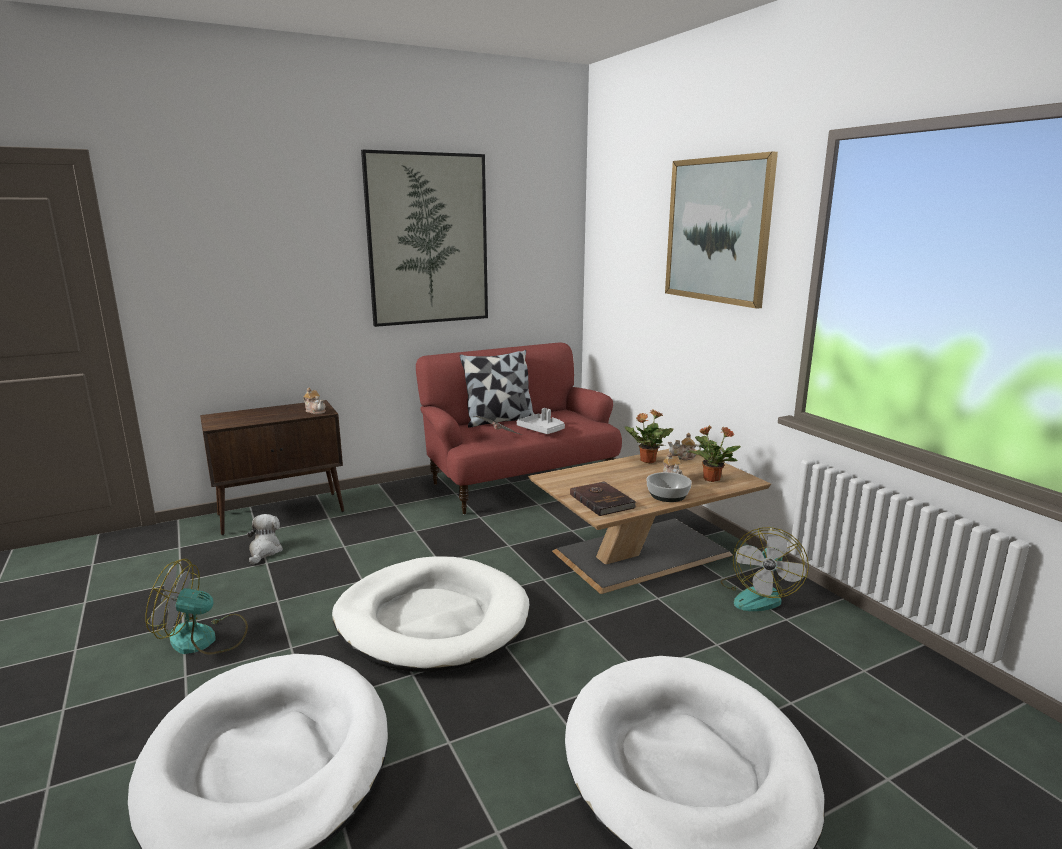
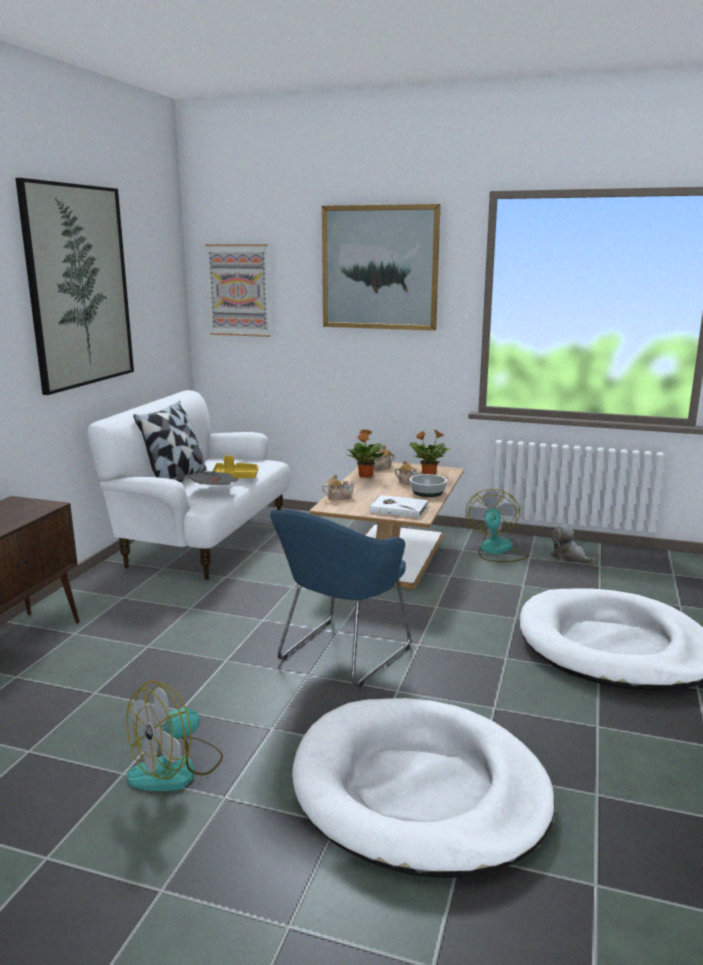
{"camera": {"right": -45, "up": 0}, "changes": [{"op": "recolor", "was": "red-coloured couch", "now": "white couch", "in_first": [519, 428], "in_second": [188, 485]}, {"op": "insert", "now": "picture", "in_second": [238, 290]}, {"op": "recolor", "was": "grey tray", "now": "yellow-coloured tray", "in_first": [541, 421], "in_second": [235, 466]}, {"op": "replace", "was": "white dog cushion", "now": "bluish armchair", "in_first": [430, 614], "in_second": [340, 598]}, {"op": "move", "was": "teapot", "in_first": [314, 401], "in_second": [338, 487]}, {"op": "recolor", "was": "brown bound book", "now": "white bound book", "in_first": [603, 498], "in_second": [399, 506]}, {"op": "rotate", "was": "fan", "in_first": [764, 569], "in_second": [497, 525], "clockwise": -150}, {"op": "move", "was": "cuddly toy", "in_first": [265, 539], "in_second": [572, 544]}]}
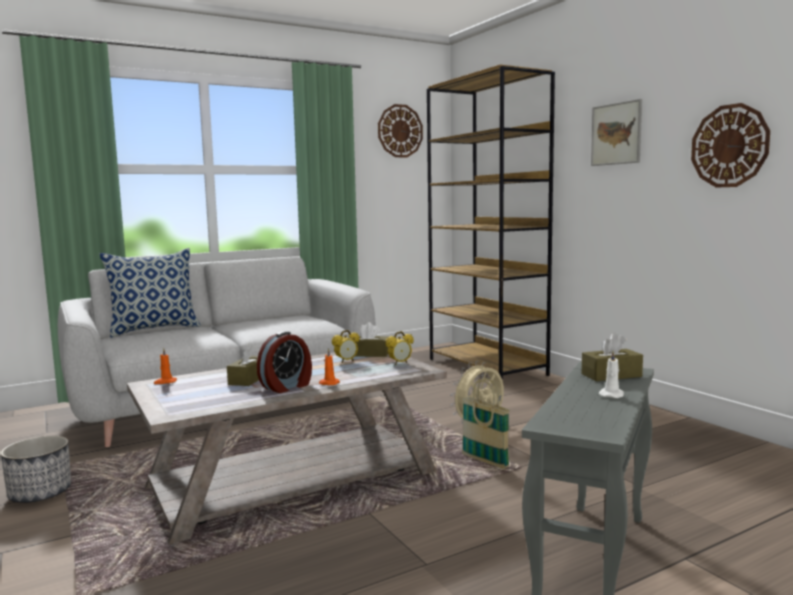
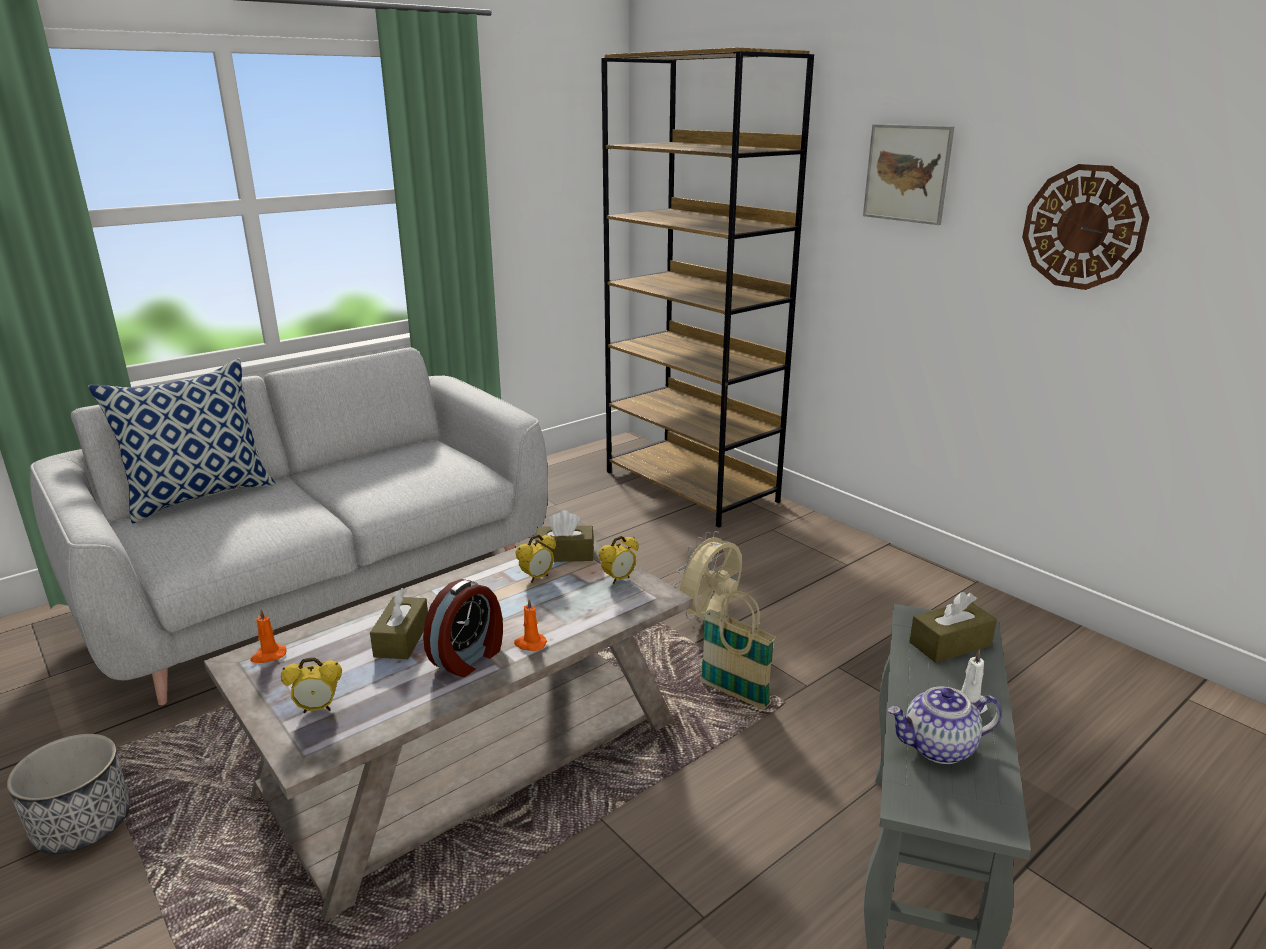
{"camera": {"right": -10, "up": 15}, "changes": [{"op": "insert", "now": "alarm clock", "in_second": [311, 685]}, {"op": "insert", "now": "teapot", "in_second": [944, 725]}, {"op": "delete", "was": "clock on the wall", "in_first": [400, 131]}]}
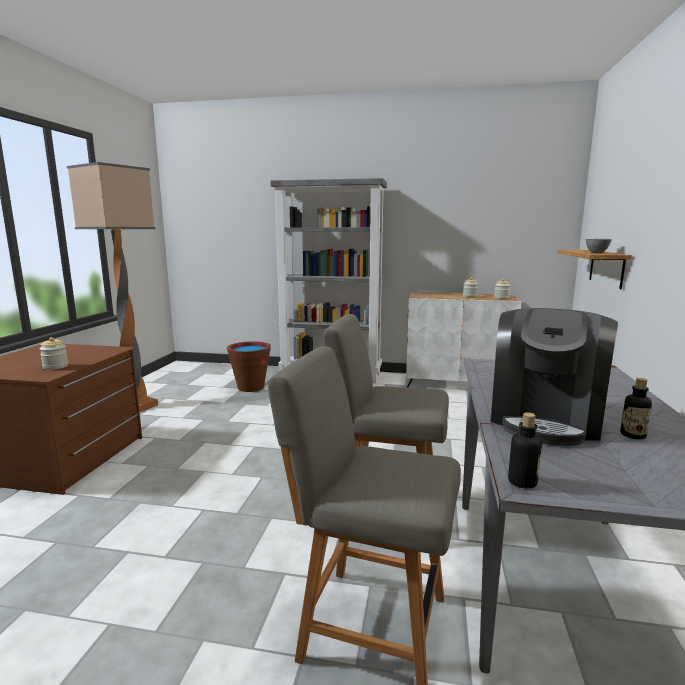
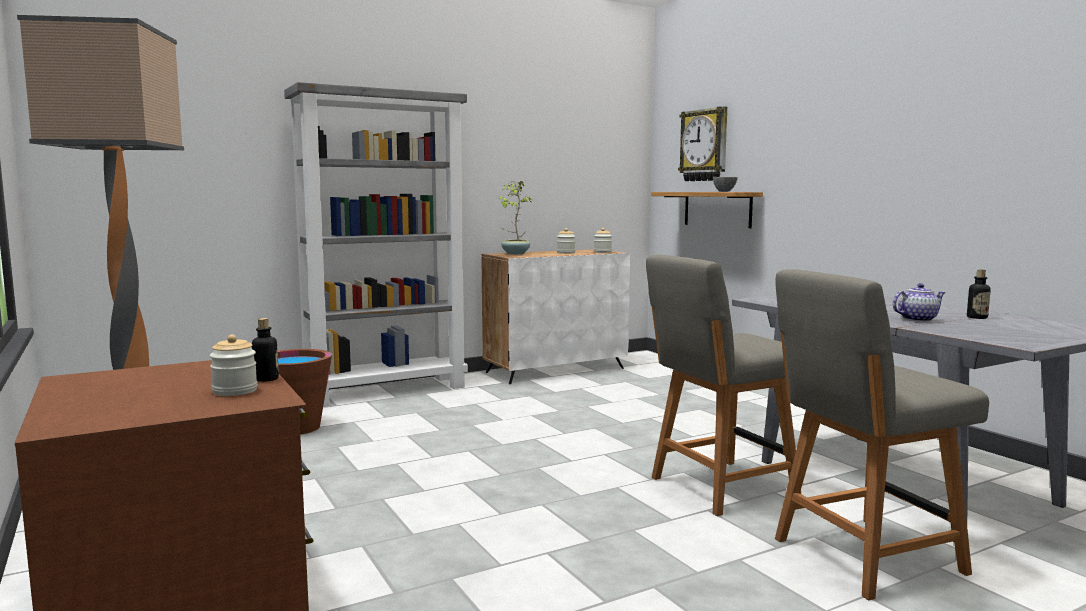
{"camera": {"right": -40, "up": -5}, "changes": [{"op": "move", "was": "bottle", "in_first": [525, 450], "in_second": [265, 350]}, {"op": "insert", "now": "potted plant", "in_second": [516, 218]}, {"op": "insert", "now": "clock on the wall", "in_second": [702, 143]}, {"op": "replace", "was": "coffee brewer", "now": "teapot", "in_first": [554, 377], "in_second": [919, 302]}]}
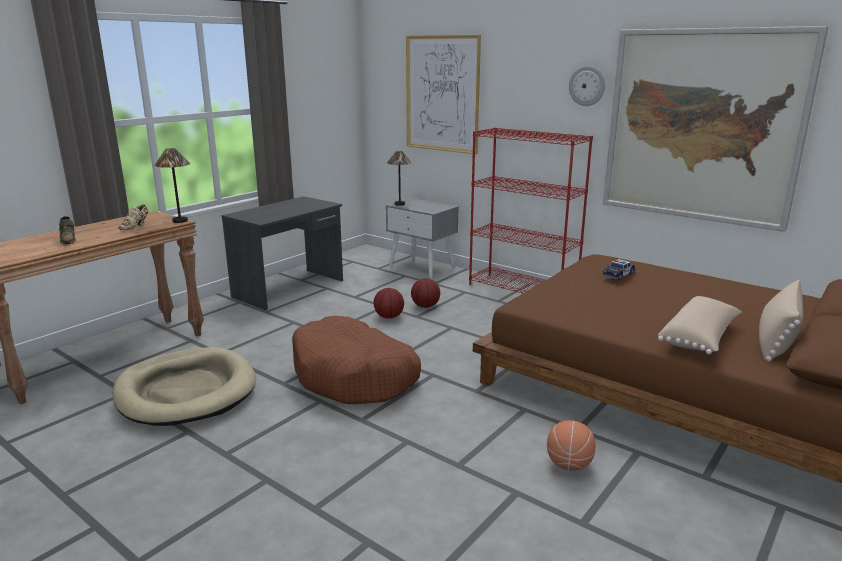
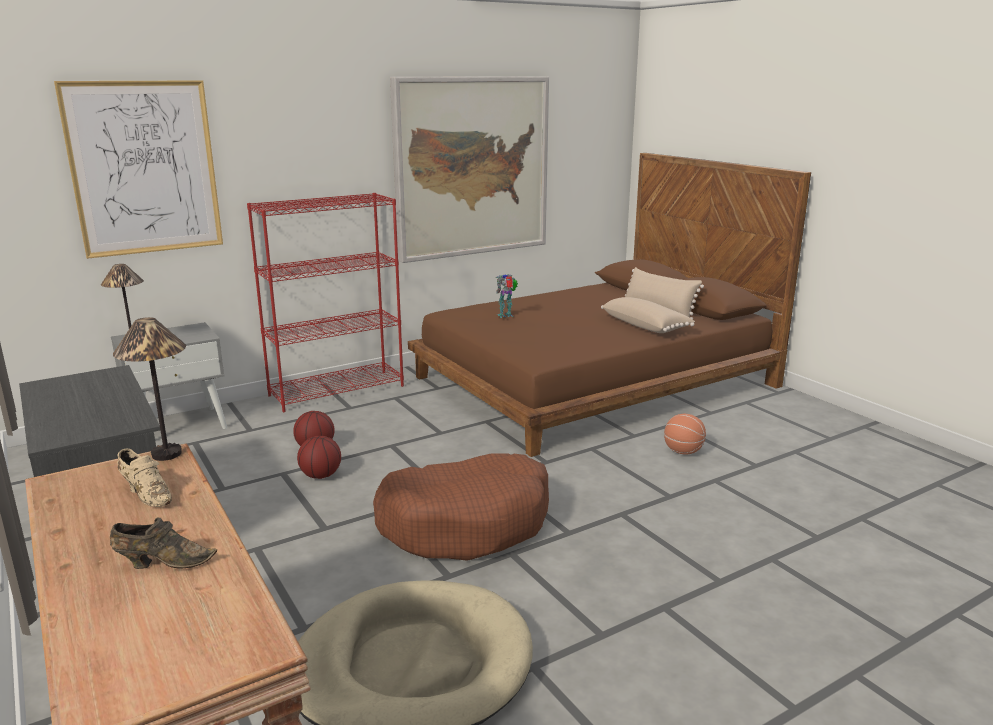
{"camera": {"right": -70, "up": 0}, "changes": [{"op": "replace", "was": "toy car", "now": "toy robot", "in_first": [618, 269], "in_second": [507, 296]}, {"op": "delete", "was": "clock on the wall", "in_first": [587, 86]}]}
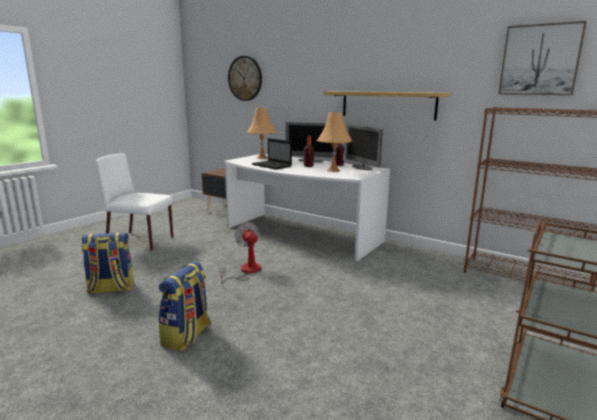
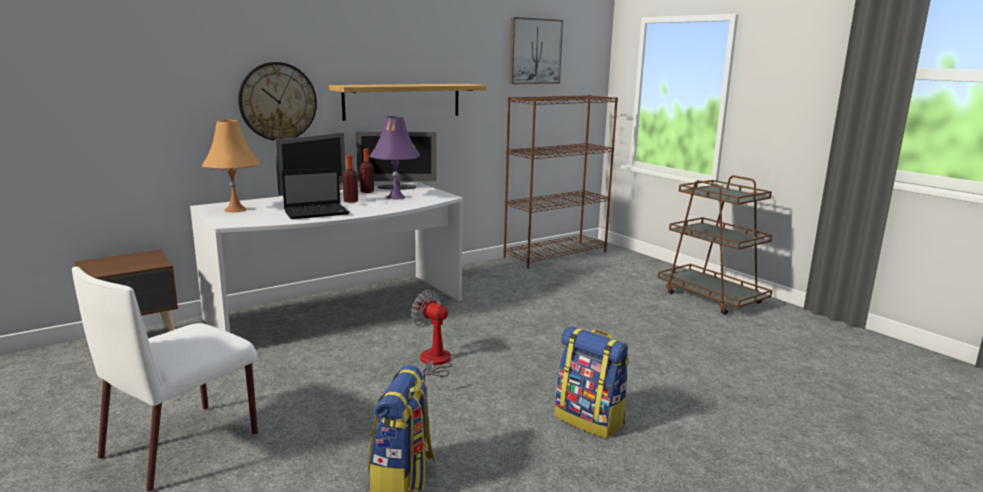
{"camera": {"right": -70, "up": 0}, "changes": [{"op": "move", "was": "clock on the wall", "in_first": [245, 78], "in_second": [277, 101]}, {"op": "recolor", "was": "orange-coloured table lamp", "now": "purplish table lamp", "in_first": [334, 142], "in_second": [394, 158]}, {"op": "rotate", "was": "fan", "in_first": [240, 253], "in_second": [432, 336], "clockwise": 45}]}
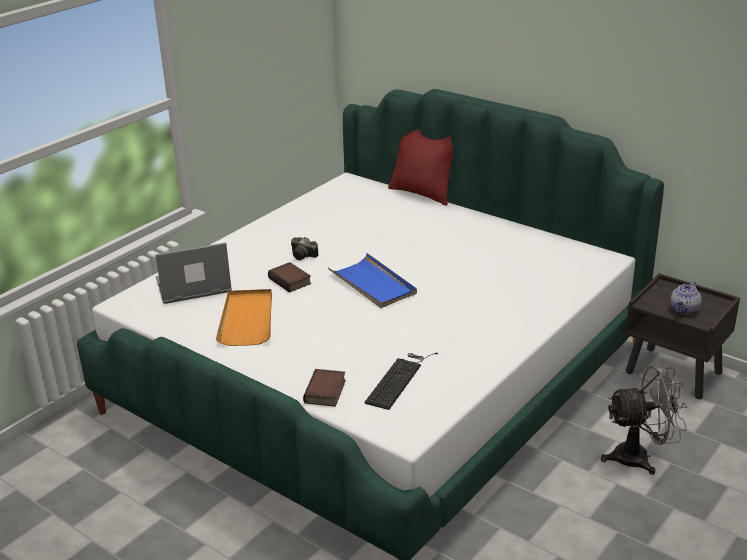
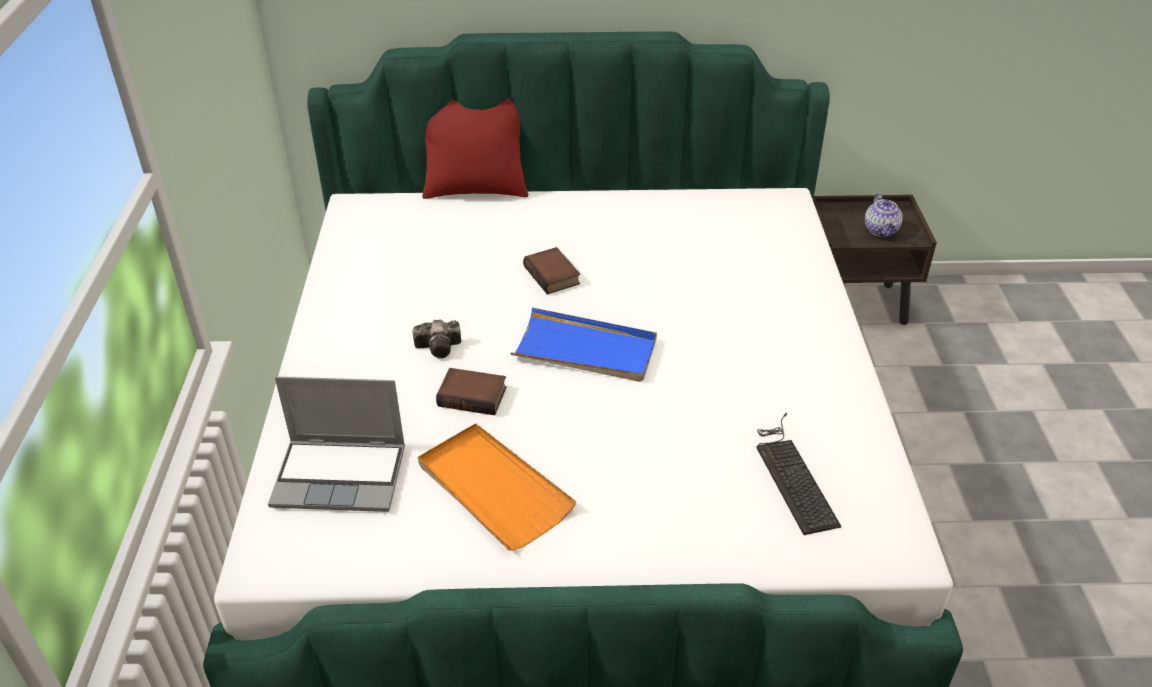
{"camera": {"right": -40, "up": 10}, "changes": [{"op": "rotate", "was": "notebook computer", "in_first": [193, 273], "in_second": [336, 444], "clockwise": -120}, {"op": "move", "was": "bound book", "in_first": [324, 388], "in_second": [551, 270]}, {"op": "delete", "was": "grey fan", "in_first": [643, 420]}]}
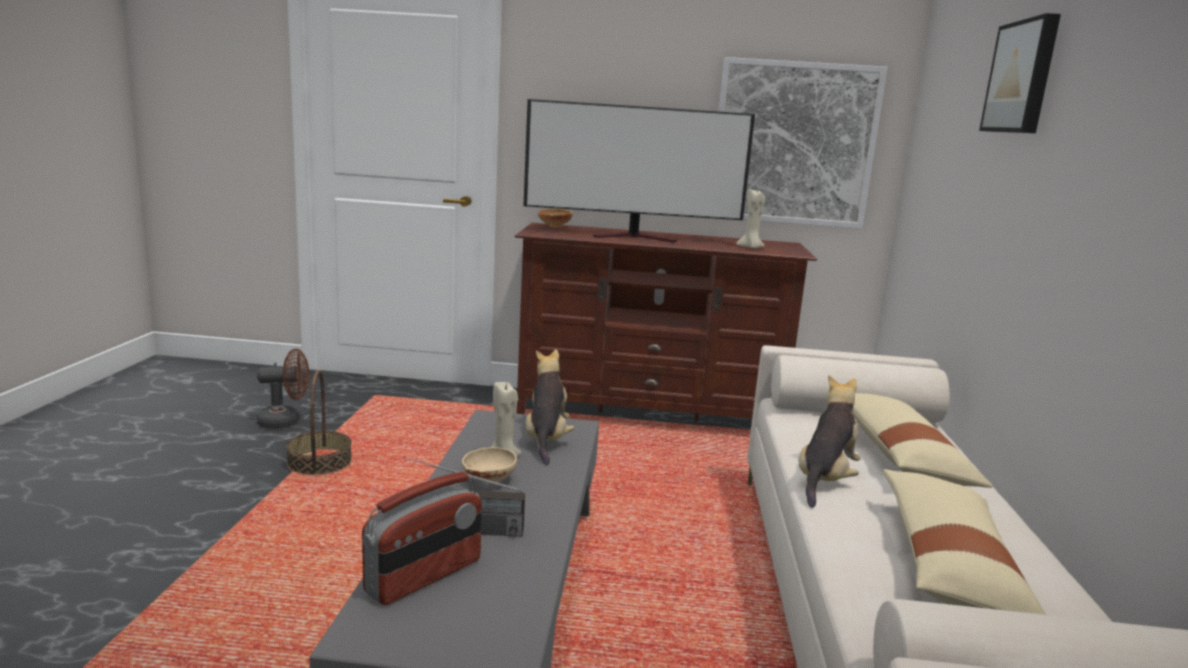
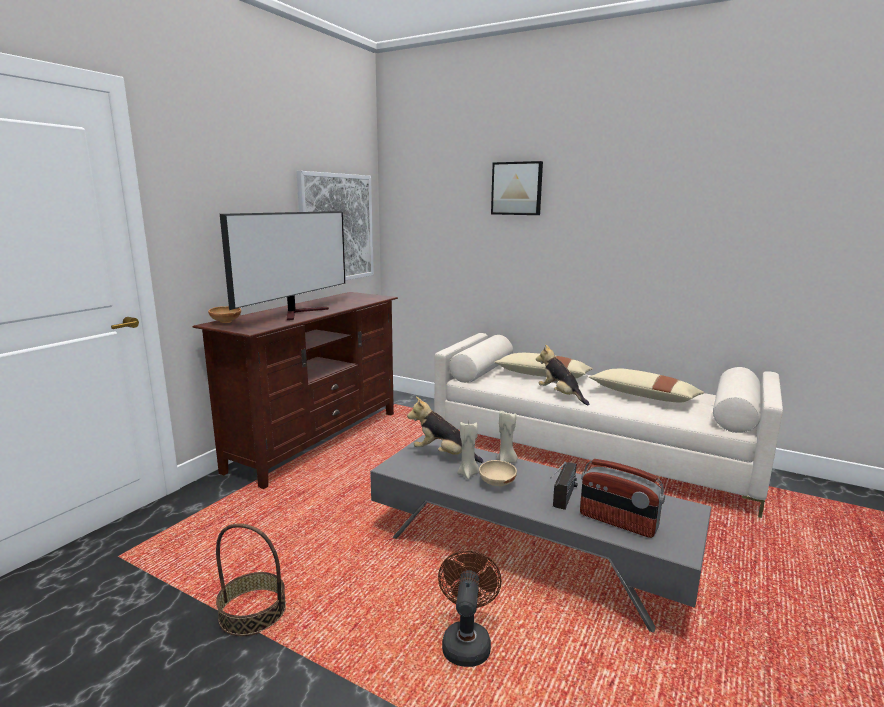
{"camera": {"right": -65, "up": 0}, "changes": [{"op": "move", "was": "brown fan", "in_first": [283, 388], "in_second": [470, 608]}, {"op": "move", "was": "beige-coloured wax light", "in_first": [751, 219], "in_second": [507, 437]}, {"op": "rotate", "was": "radio set", "in_first": [422, 538], "in_second": [622, 498], "clockwise": 150}]}
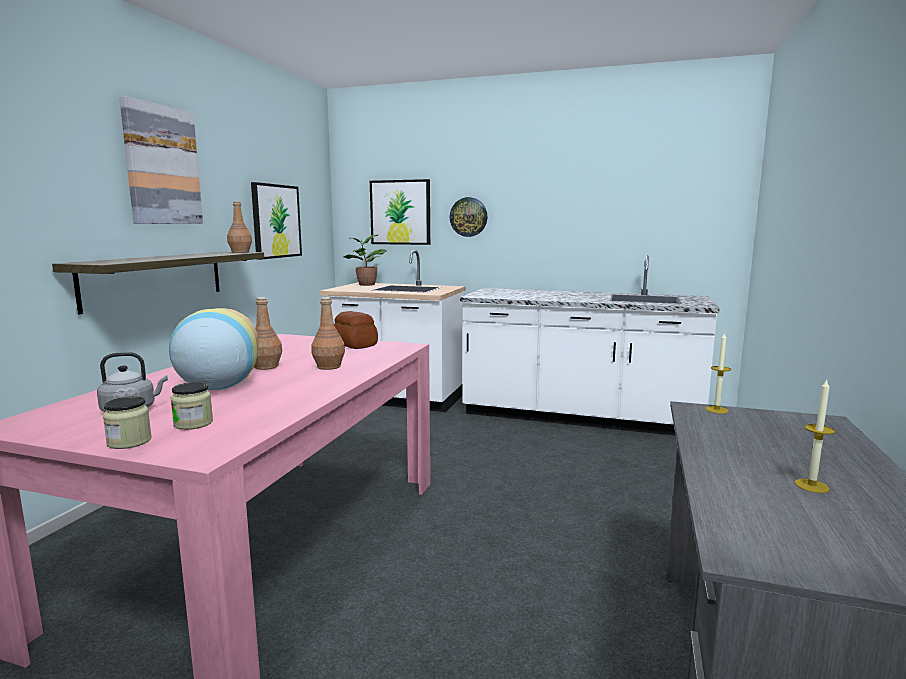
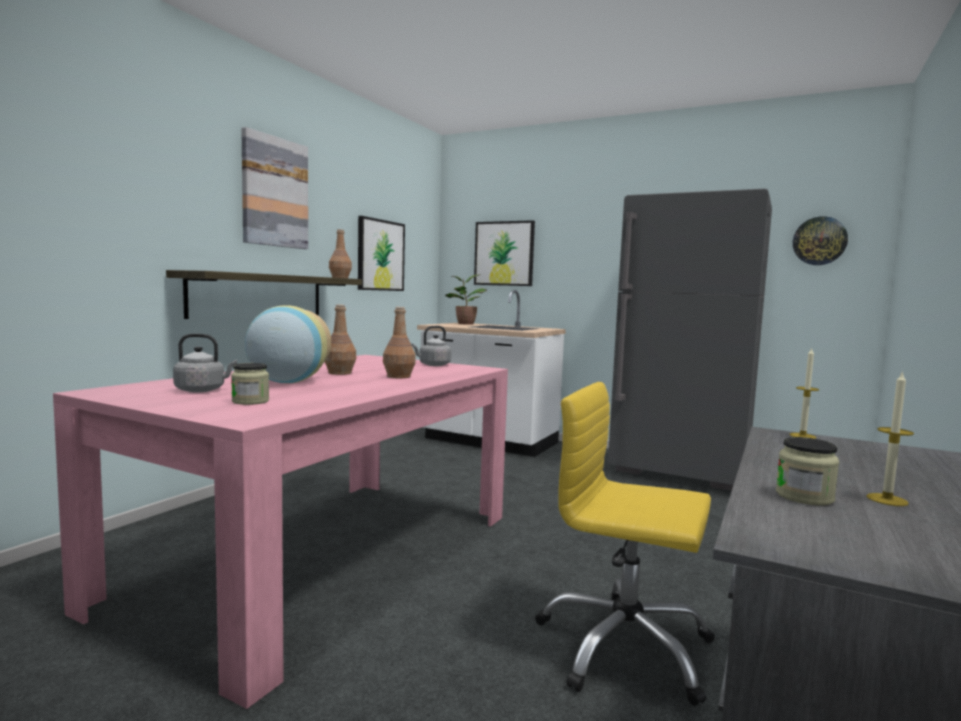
{"camera": {"right": 10, "up": -5}, "changes": [{"op": "replace", "was": "baked bread", "now": "grey kettle", "in_first": [356, 330], "in_second": [431, 346]}, {"op": "insert", "now": "yellow-coloured desk chair", "in_second": [625, 544]}, {"op": "replace", "was": "white kitchen counter", "now": "grey refrigerator", "in_first": [590, 345], "in_second": [690, 340]}, {"op": "move", "was": "preserve jar", "in_first": [127, 422], "in_second": [807, 471]}, {"op": "move", "was": "clock on the wall", "in_first": [468, 217], "in_second": [820, 240]}]}
